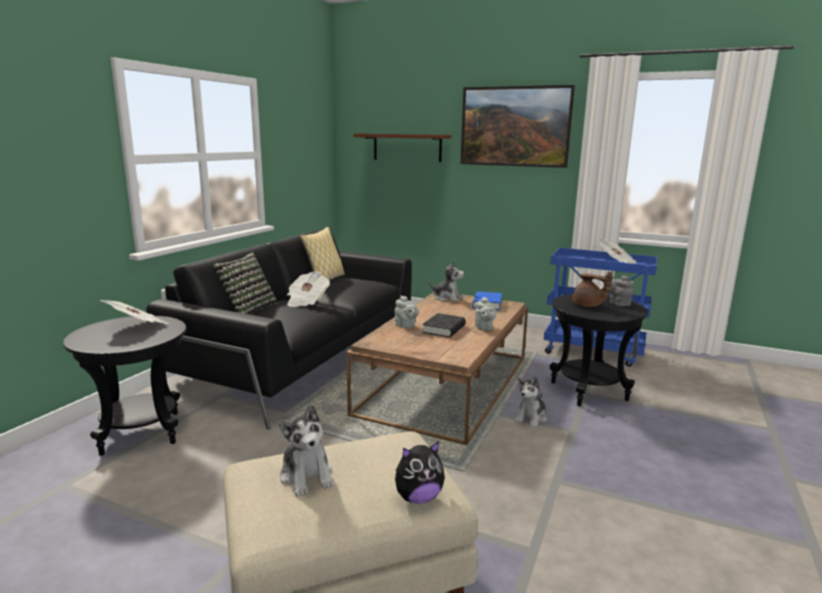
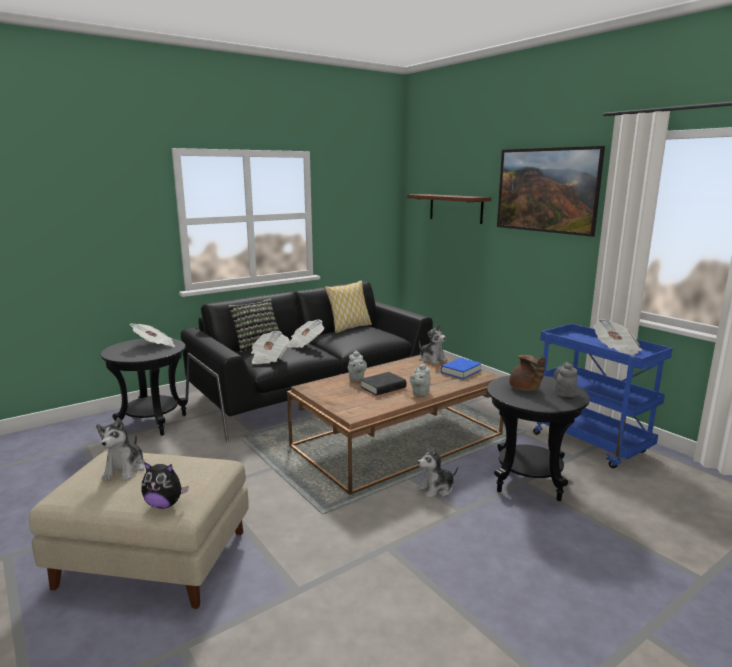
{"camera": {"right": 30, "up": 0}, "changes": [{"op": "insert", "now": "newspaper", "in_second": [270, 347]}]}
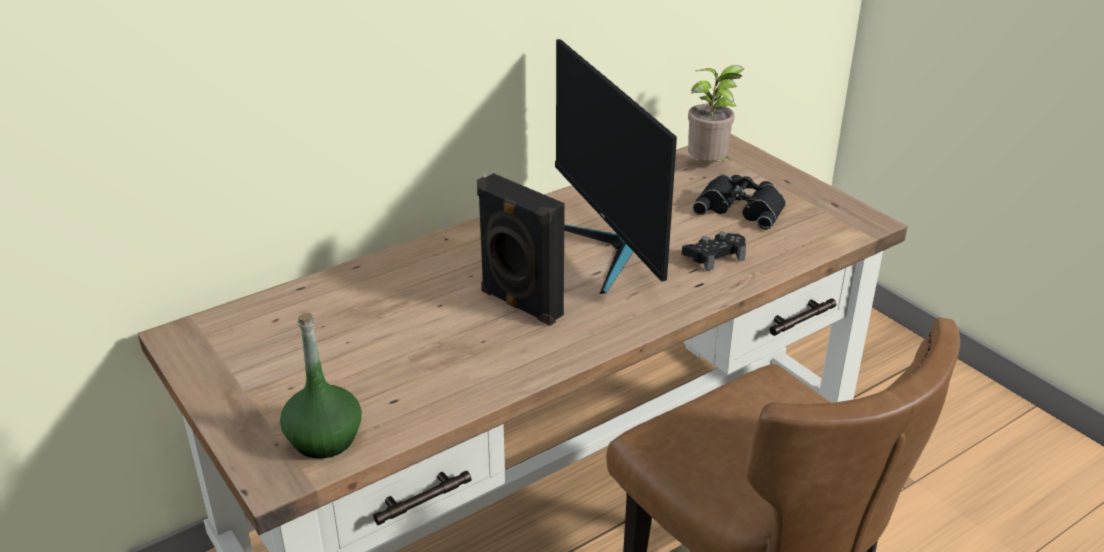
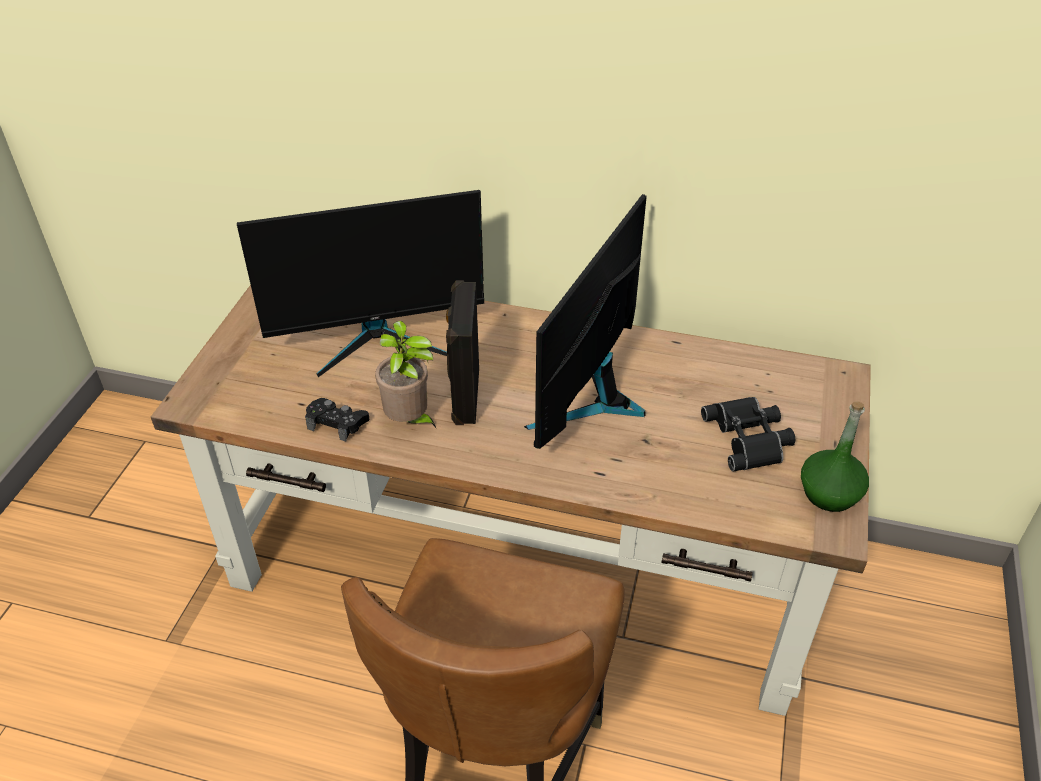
{"camera": {"right": 50, "up": 10}, "changes": [{"op": "insert", "now": "computer screen", "in_second": [360, 283]}, {"op": "move", "was": "black-coloured joypad", "in_first": [714, 251], "in_second": [337, 420]}, {"op": "move", "was": "potted plant", "in_first": [716, 113], "in_second": [405, 374]}, {"op": "move", "was": "greenish bottle", "in_first": [321, 386], "in_second": [835, 457]}]}
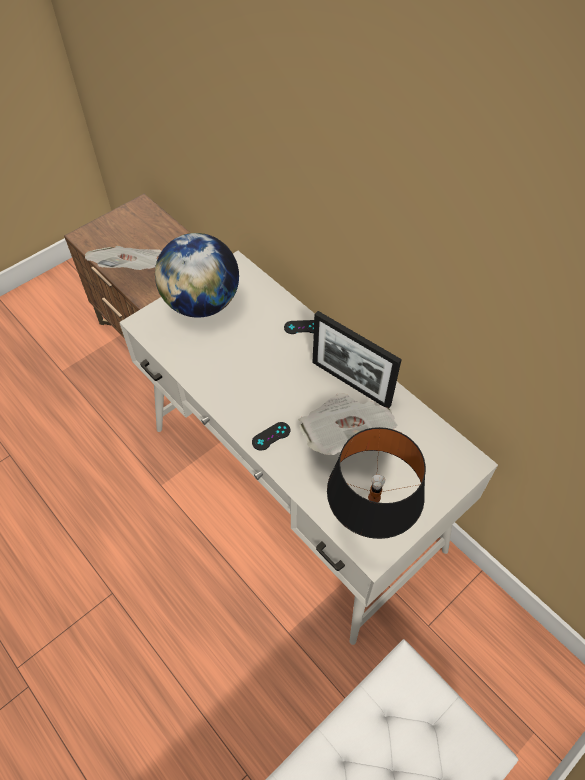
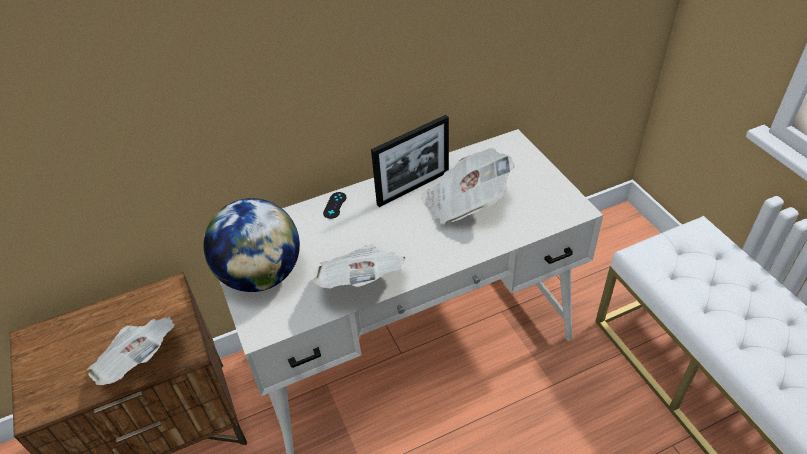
{"camera": {"right": -70, "up": -10}, "changes": [{"op": "insert", "now": "newspaper", "in_second": [359, 266]}, {"op": "delete", "was": "black-coloured joypad", "in_first": [271, 436]}, {"op": "delete", "was": "black-coloured table lamp", "in_first": [376, 483]}]}
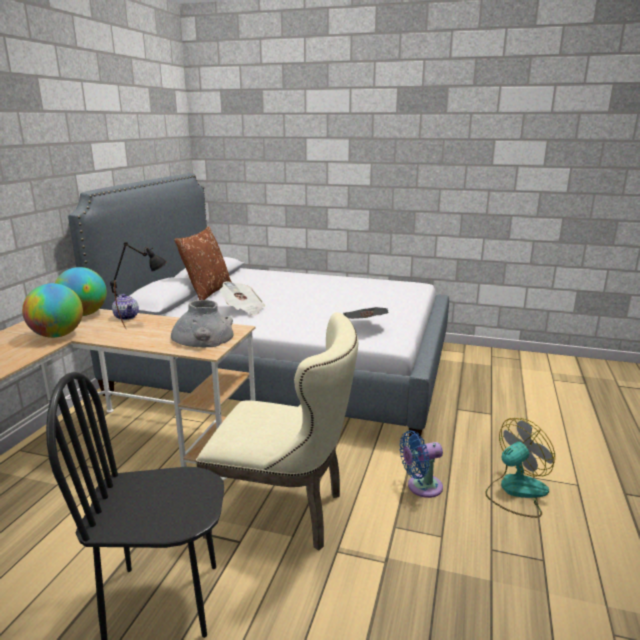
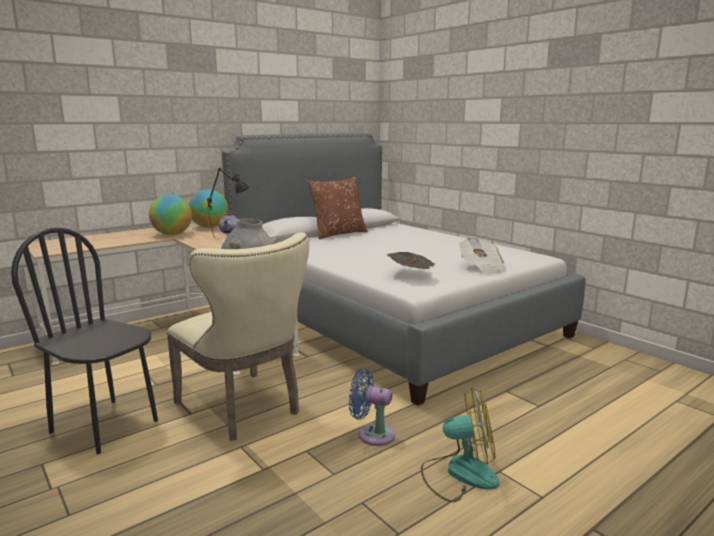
{"camera": {"right": 35, "up": -5}, "changes": [{"op": "move", "was": "newspaper", "in_first": [242, 298], "in_second": [482, 255]}]}
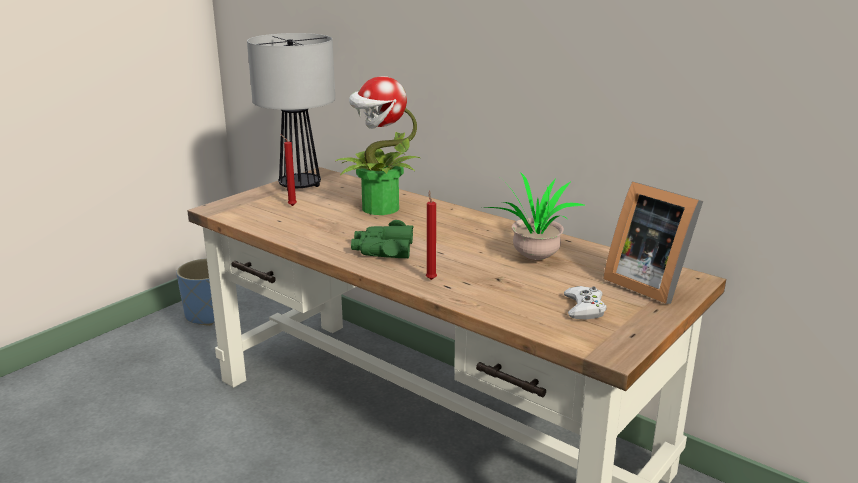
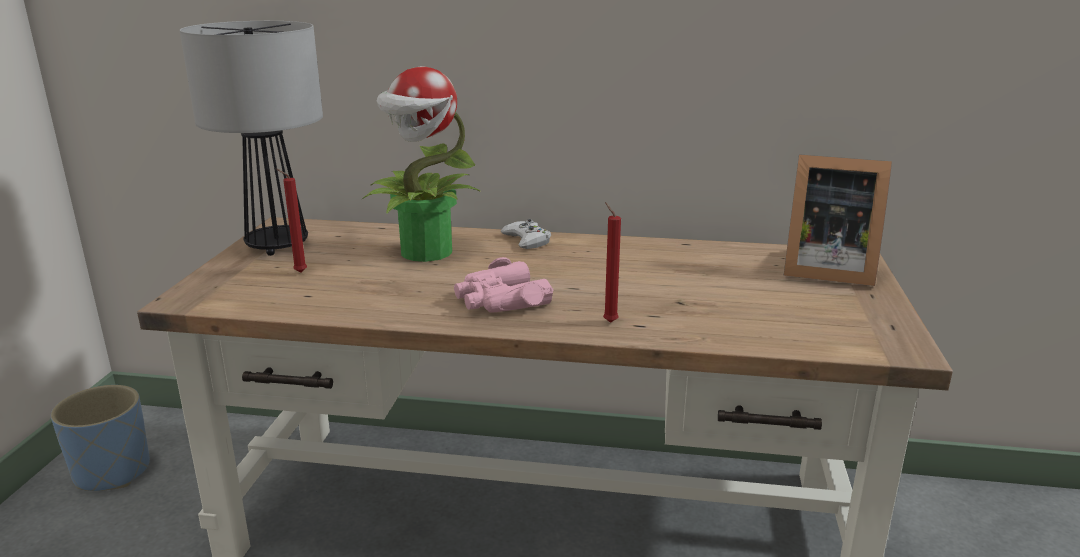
{"camera": {"right": -30, "up": 0}, "changes": [{"op": "recolor", "was": "greenish pair of binoculars", "now": "pink pair of binoculars", "in_first": [382, 239], "in_second": [503, 285]}, {"op": "move", "was": "white joypad", "in_first": [585, 302], "in_second": [526, 234]}, {"op": "delete", "was": "potted plant", "in_first": [534, 216]}]}
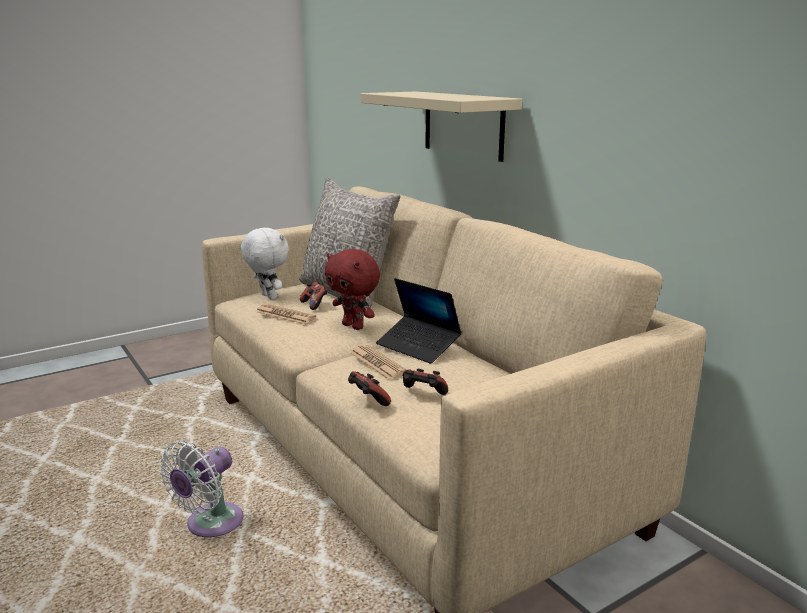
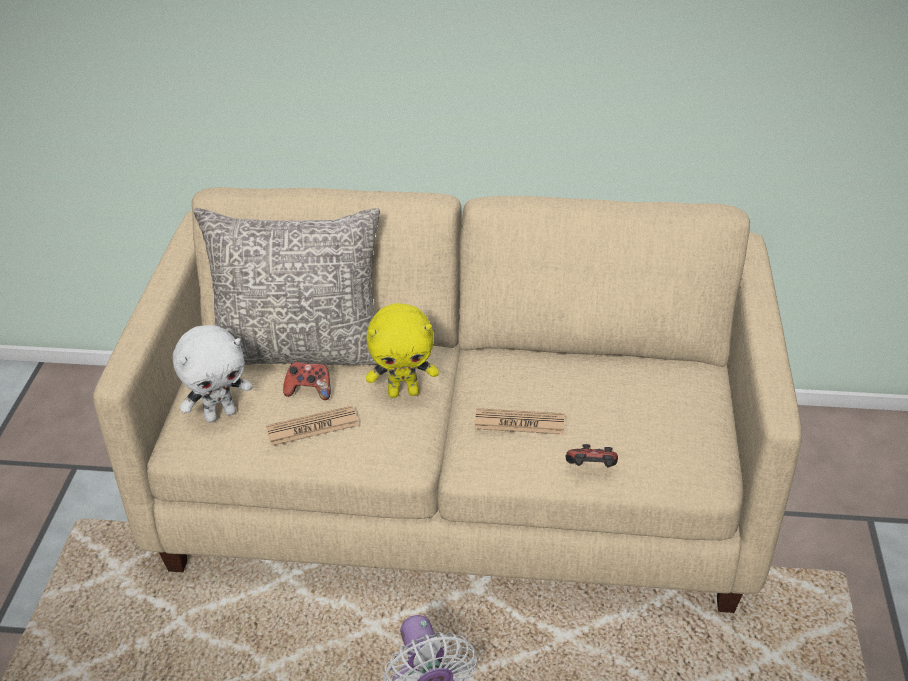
{"camera": {"right": -50, "up": 20}, "changes": [{"op": "rotate", "was": "white cuddly toy", "in_first": [265, 264], "in_second": [212, 374], "clockwise": 150}, {"op": "recolor", "was": "red-coloured cuddly toy", "now": "yellow-coloured cuddly toy", "in_first": [352, 289], "in_second": [402, 350]}, {"op": "delete", "was": "beige-coloured wall shelf", "in_first": [441, 126]}, {"op": "delete", "was": "notebook computer", "in_first": [418, 321]}, {"op": "delete", "was": "joypad", "in_first": [425, 382]}]}
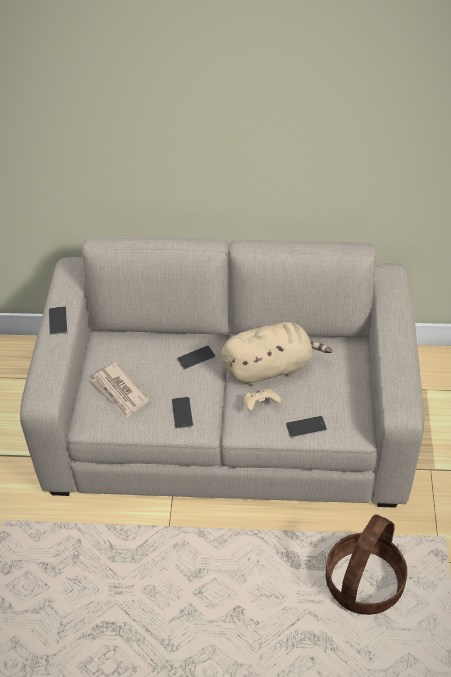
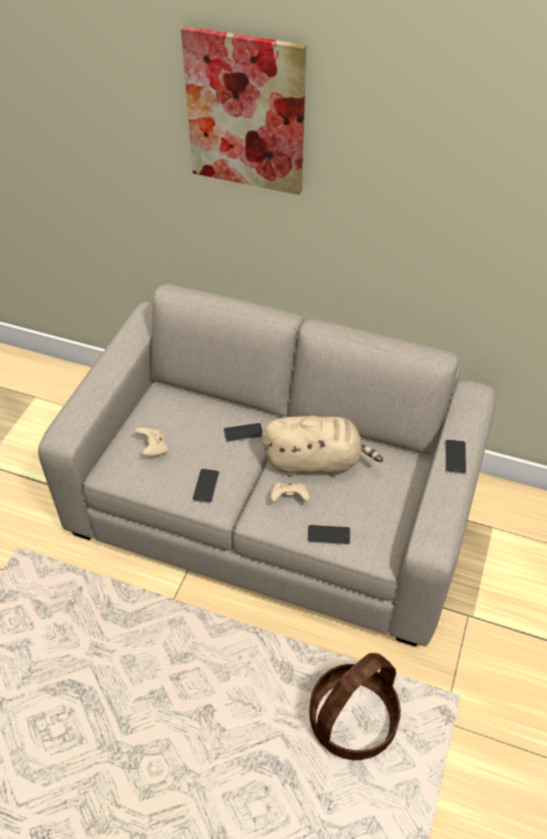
{"camera": {"right": 15, "up": 0}, "changes": [{"op": "replace", "was": "newspaper", "now": "beige-coloured joypad", "in_first": [120, 390], "in_second": [151, 442]}, {"op": "insert", "now": "picture", "in_second": [243, 110]}, {"op": "move", "was": "phone", "in_first": [58, 320], "in_second": [455, 456]}]}
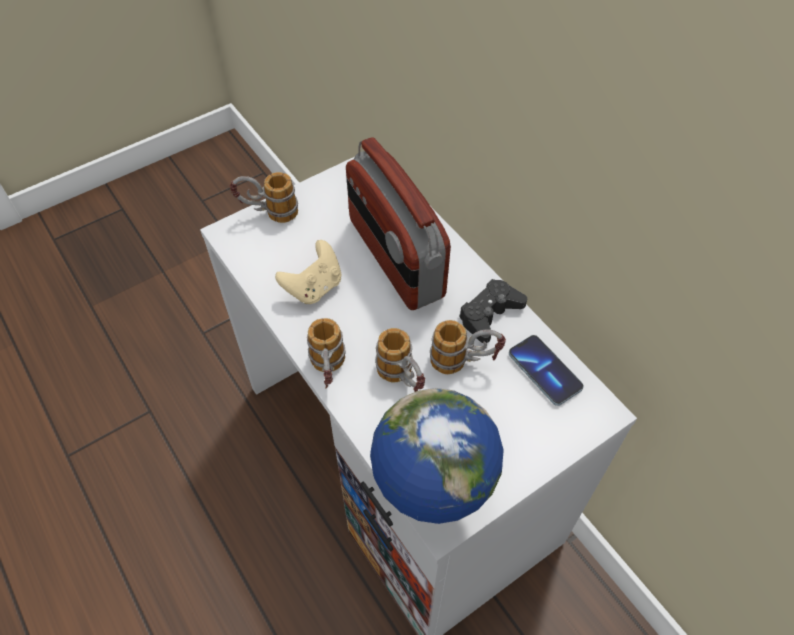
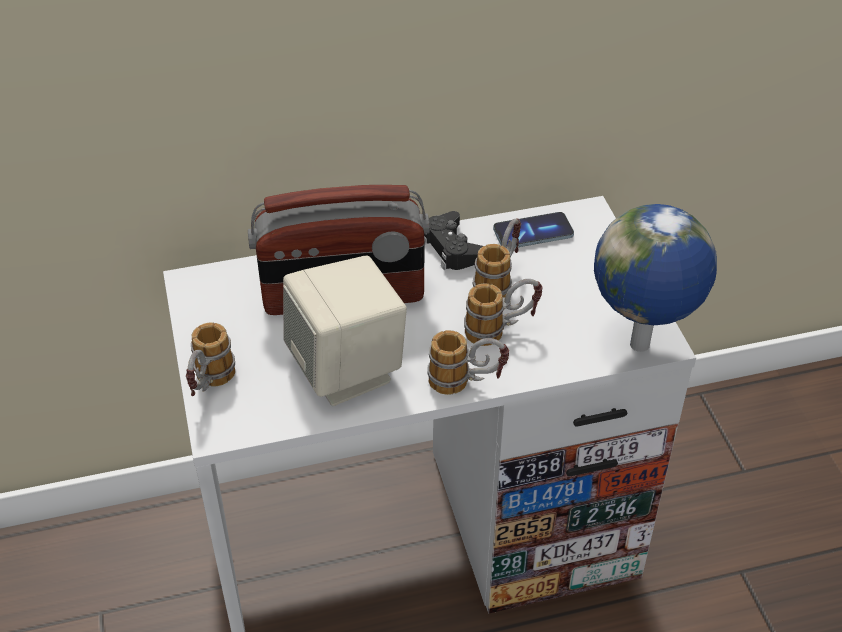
{"camera": {"right": -70, "up": -10}, "changes": [{"op": "replace", "was": "beige-coloured joypad", "now": "beige-coloured loudspeaker", "in_first": [308, 272], "in_second": [345, 331]}]}
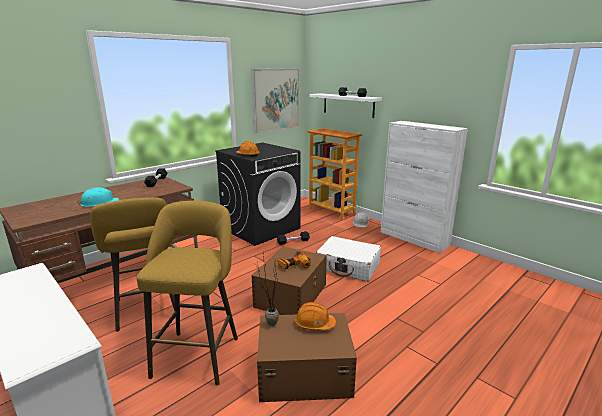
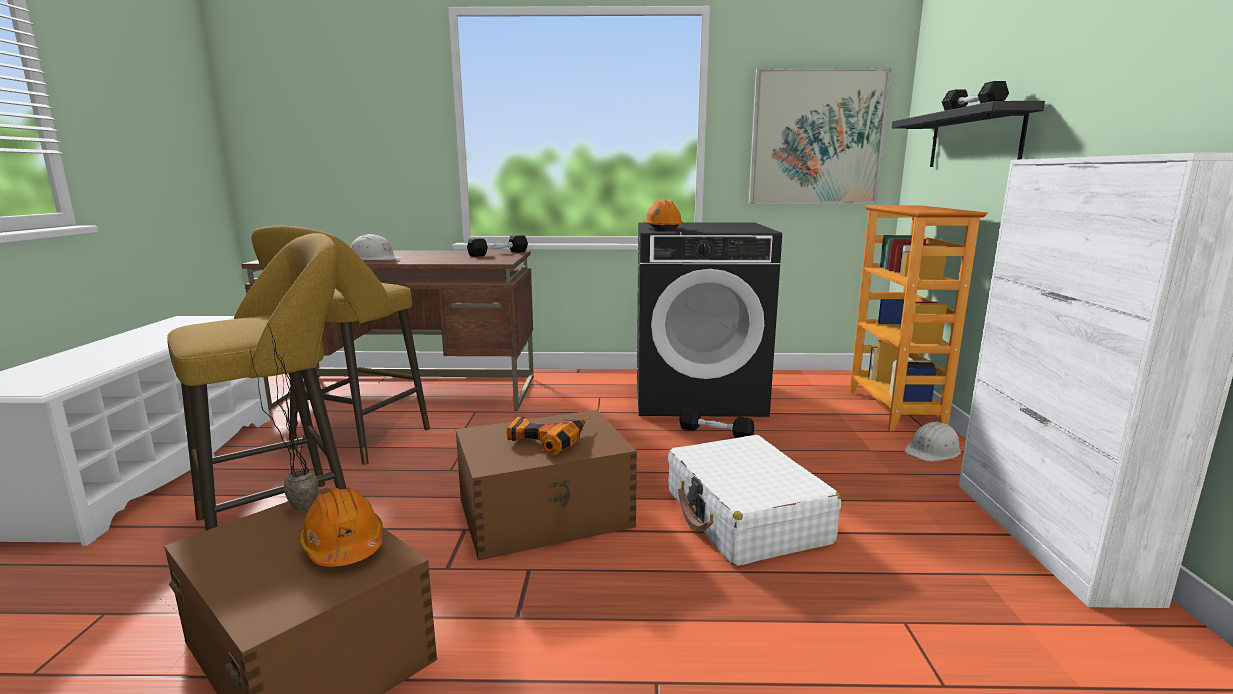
{"camera": {"right": 45, "up": -5}, "changes": [{"op": "recolor", "was": "turquoise work helmet", "now": "white work helmet", "in_first": [98, 197], "in_second": [376, 247]}, {"op": "recolor", "was": "white wall shelf", "now": "black-coloured wall shelf", "in_first": [345, 105], "in_second": [968, 134]}]}
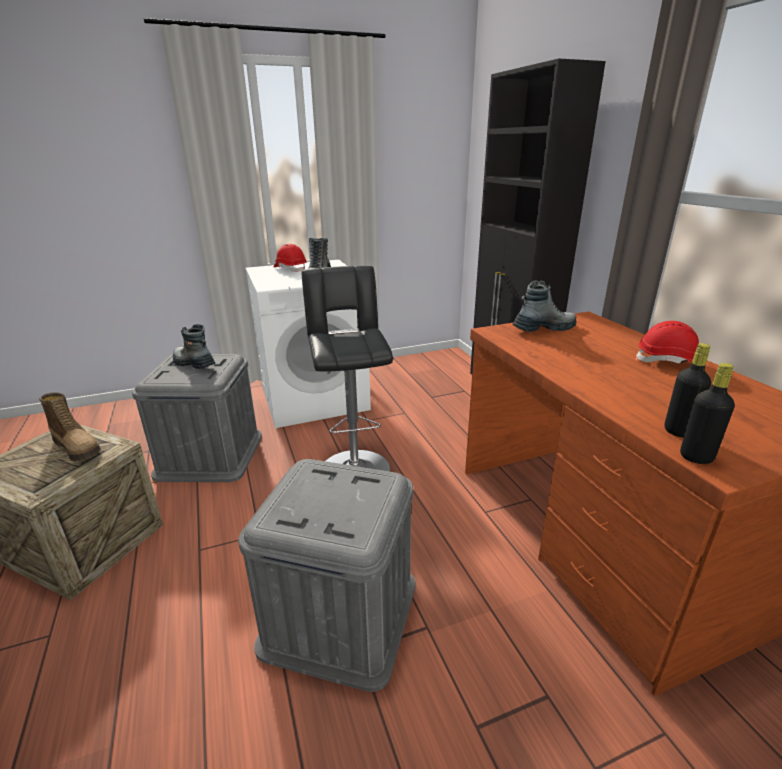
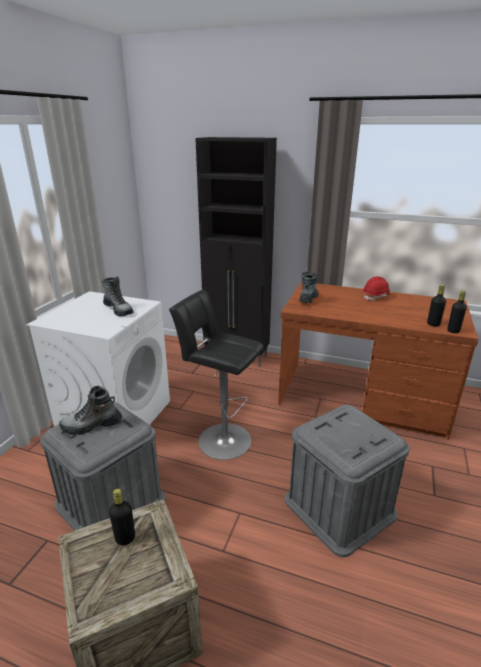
{"camera": {"right": -50, "up": 0}, "changes": [{"op": "replace", "was": "high-top boot", "now": "black-coloured bottle", "in_first": [70, 426], "in_second": [122, 517]}, {"op": "delete", "was": "red-coloured work helmet", "in_first": [290, 258]}]}
